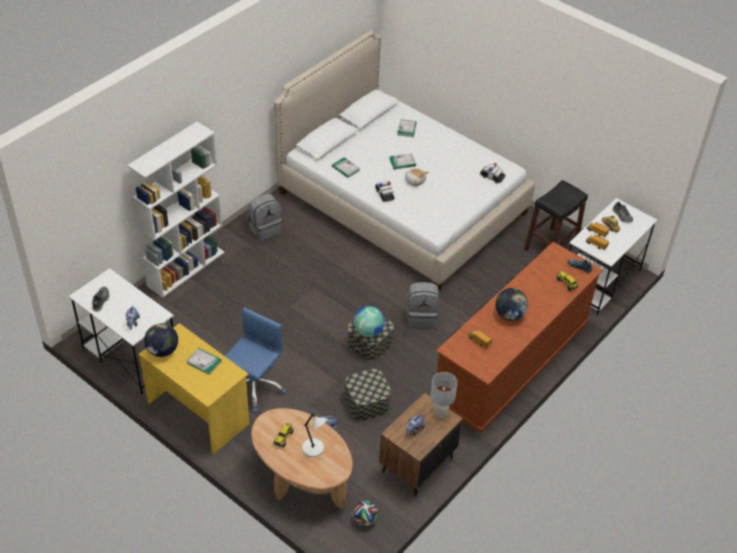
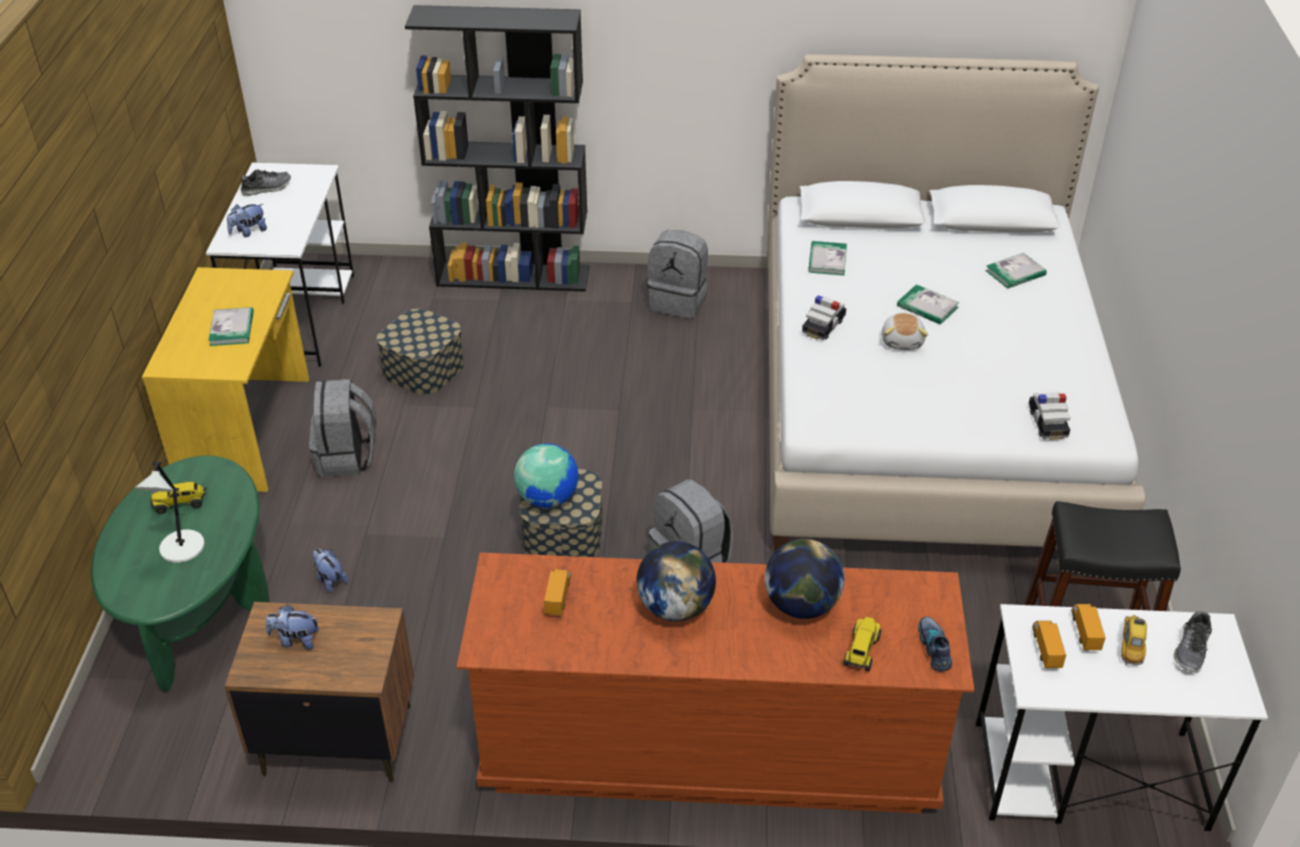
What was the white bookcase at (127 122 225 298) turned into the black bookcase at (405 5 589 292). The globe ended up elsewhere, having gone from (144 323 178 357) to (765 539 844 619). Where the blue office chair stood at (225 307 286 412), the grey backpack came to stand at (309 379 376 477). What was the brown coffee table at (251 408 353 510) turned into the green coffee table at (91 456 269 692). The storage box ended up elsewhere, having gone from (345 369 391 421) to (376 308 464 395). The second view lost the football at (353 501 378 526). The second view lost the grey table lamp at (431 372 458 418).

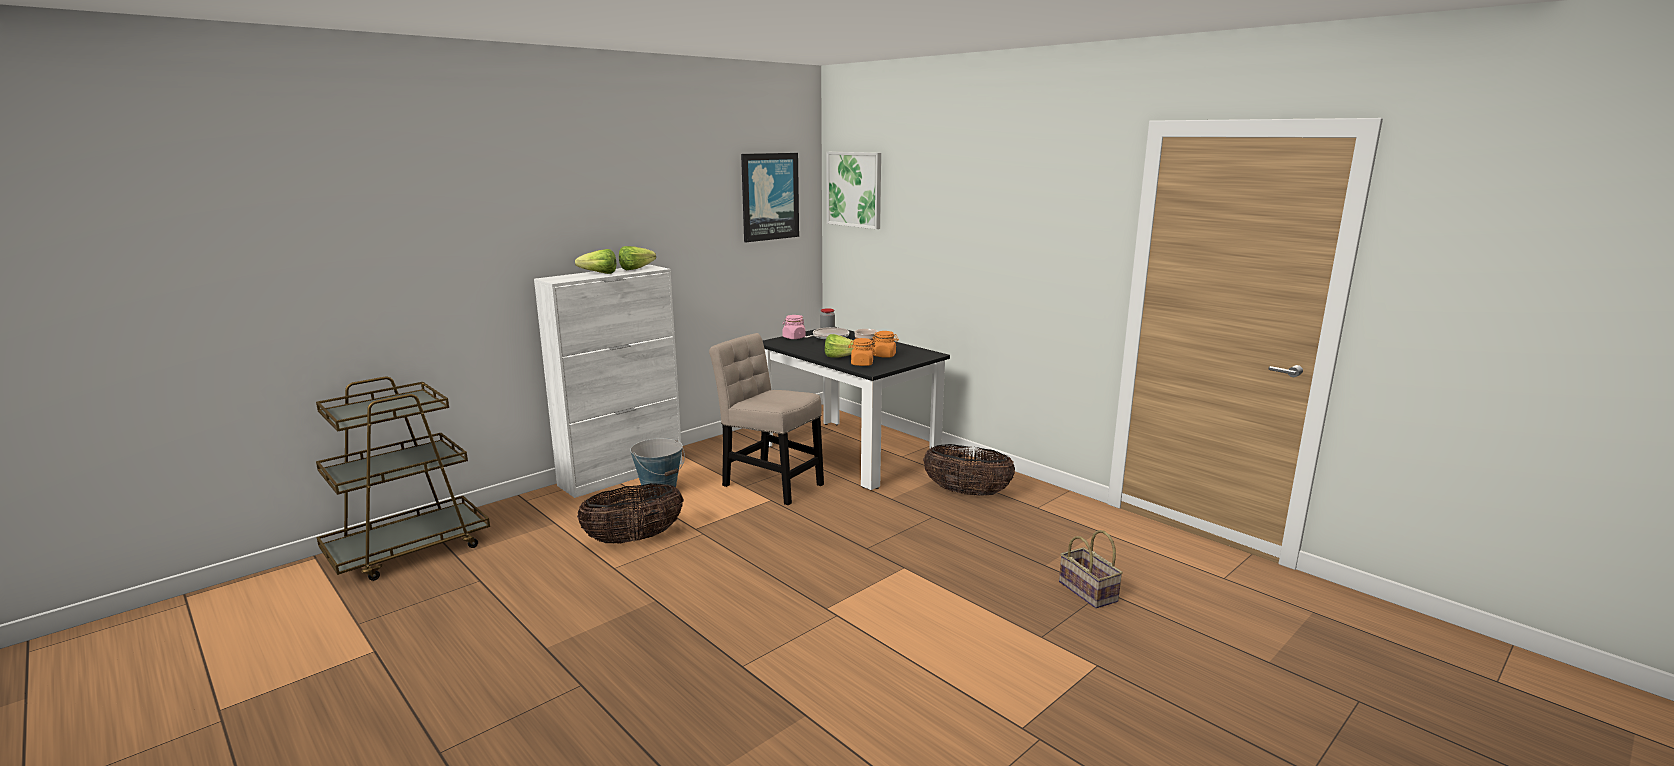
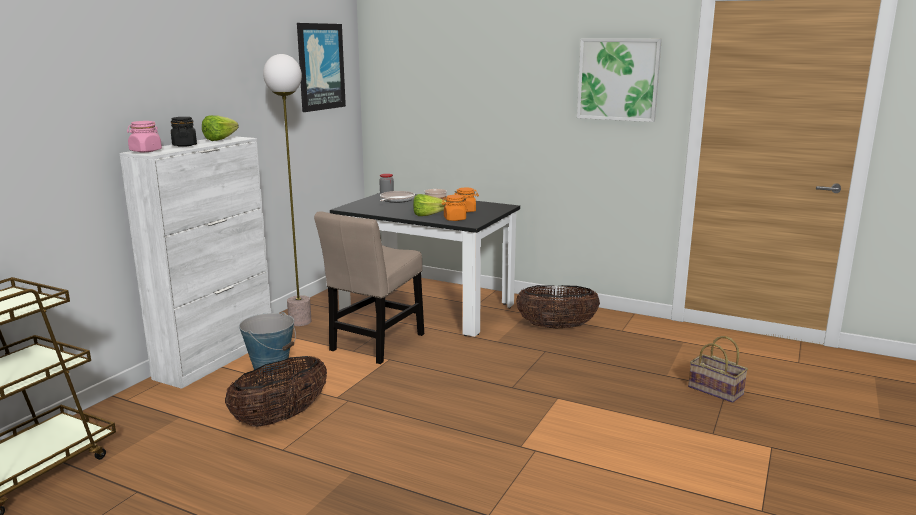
Where the lettuce stood at (575 249 617 274), the black jar came to stand at (171 117 197 147). The beige chair at (709 333 824 505) ended up facing another way, 75 degrees counterclockwise from before. The pink jar ended up elsewhere, having gone from (783 315 806 339) to (127 121 162 152). The picture ended up elsewhere, having gone from (826 152 881 229) to (577 39 662 122). The second view gained the floor lamp at (263 54 312 326).

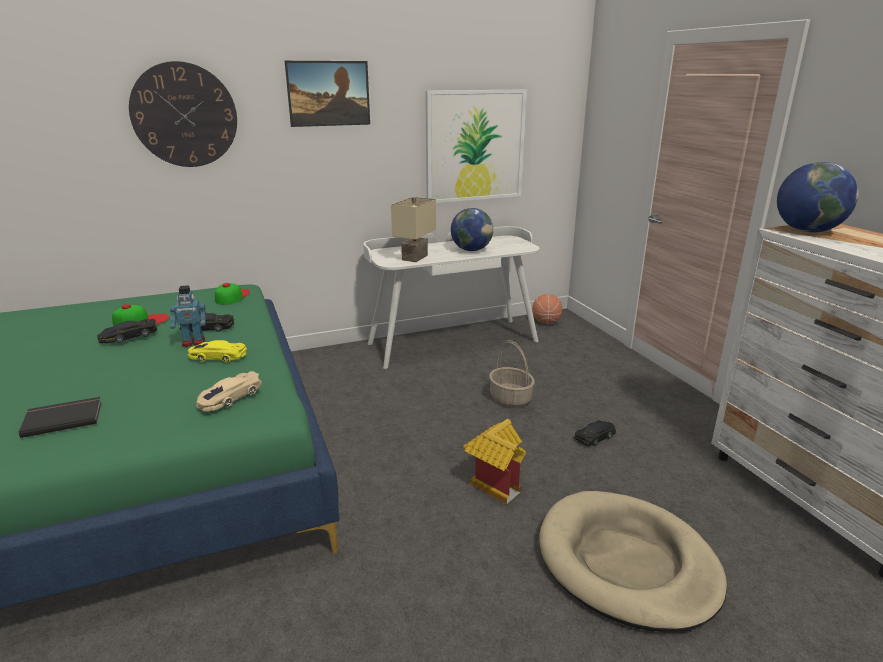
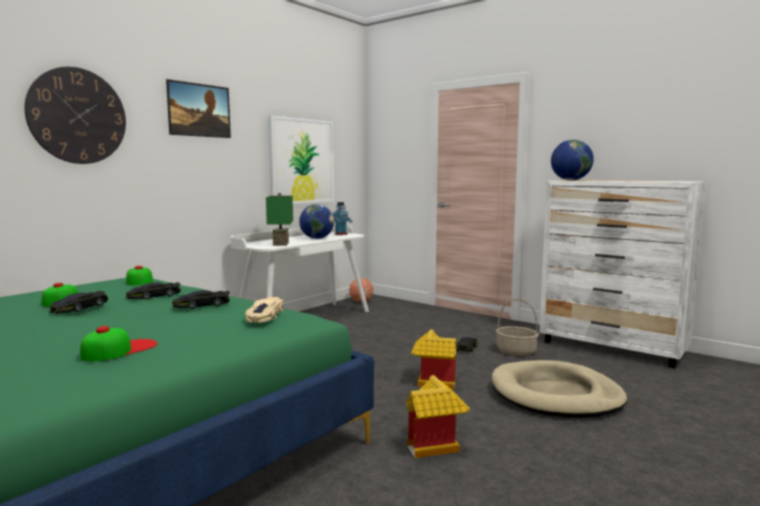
Where the black book stood at (19 397 101 438), the cap came to stand at (80 326 158 361). The toy robot ended up elsewhere, having gone from (170 285 206 347) to (333 202 352 235). What was the yellow toy car at (188 340 247 363) turned into the black toy car at (172 290 230 309). What was the beige table lamp at (391 197 436 262) turned into the green table lamp at (266 193 293 246). The basket ended up elsewhere, having gone from (489 340 534 407) to (496 298 539 356). The second view gained the toy house at (406 375 470 458).

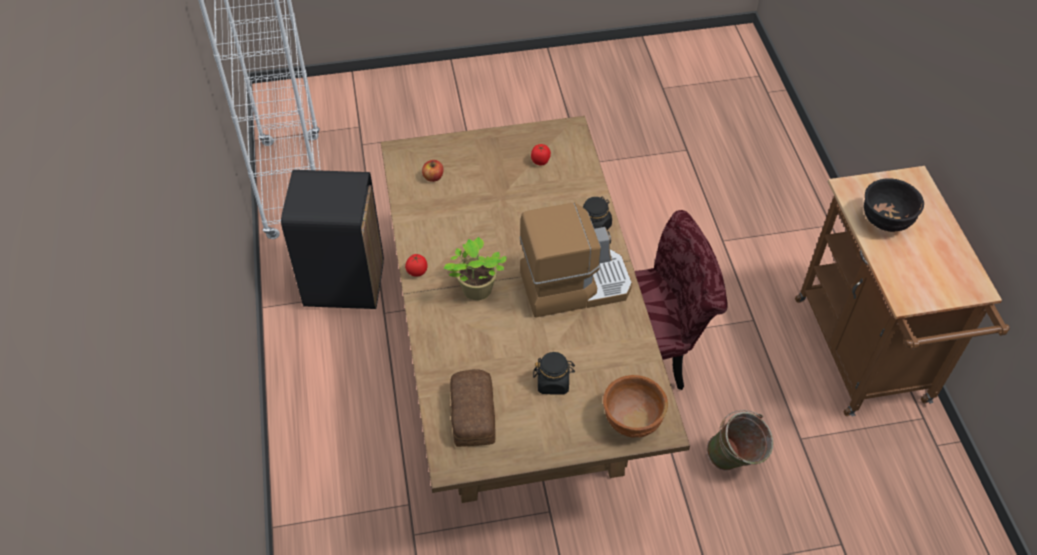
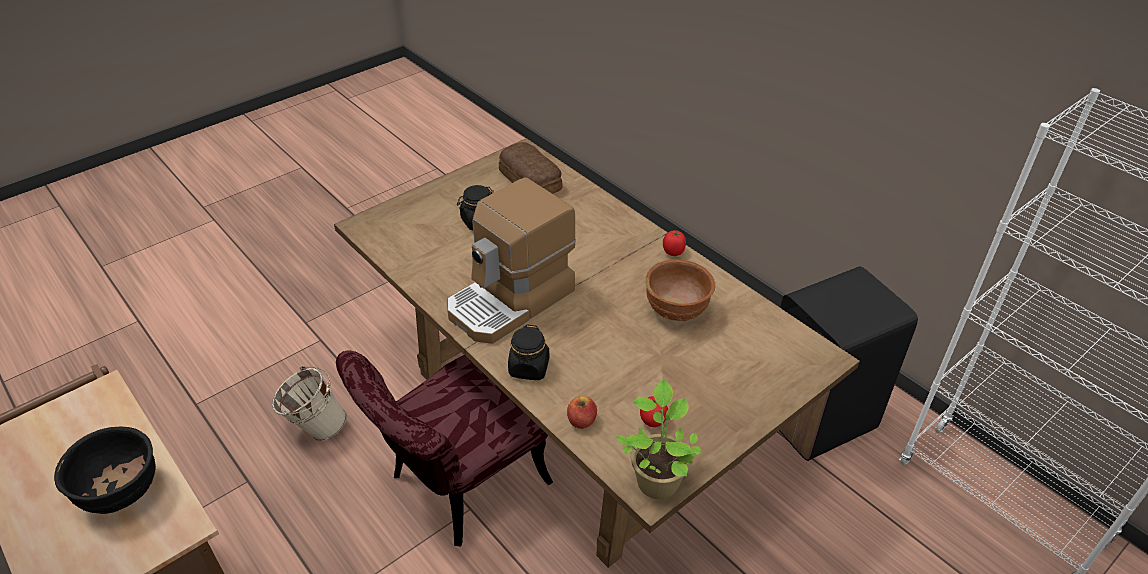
The apple ended up elsewhere, having gone from (422 160 444 182) to (567 396 597 429). The potted plant ended up elsewhere, having gone from (443 237 507 300) to (616 379 702 499). The brown bowl ended up elsewhere, having gone from (603 375 668 438) to (645 260 715 321). What was the green bucket at (707 410 773 470) turned into the beige bucket at (272 366 347 441).

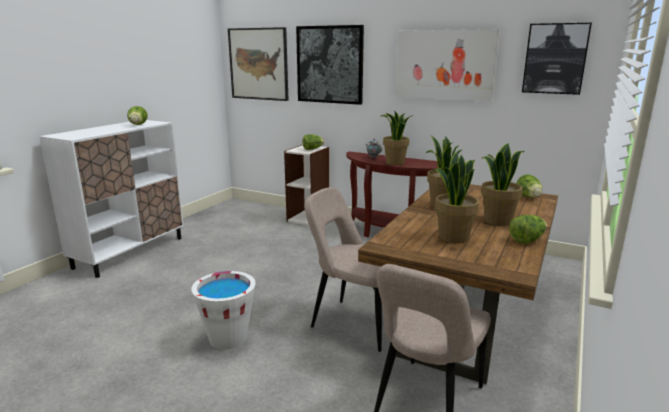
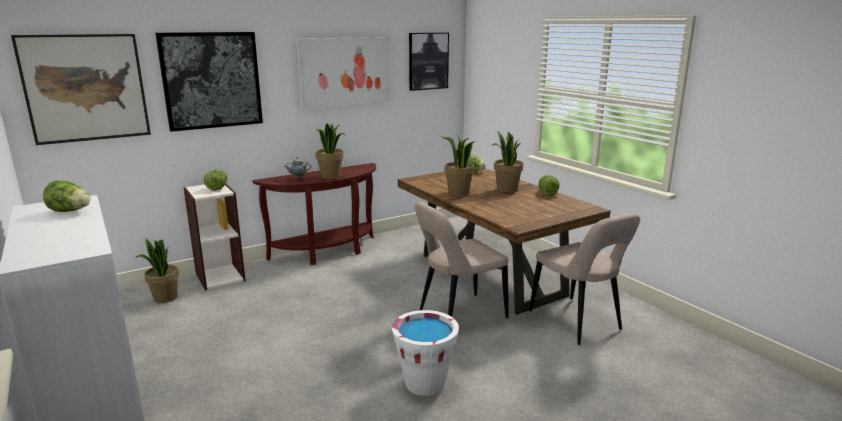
The potted plant ended up elsewhere, having gone from (432 152 479 243) to (136 238 179 303).

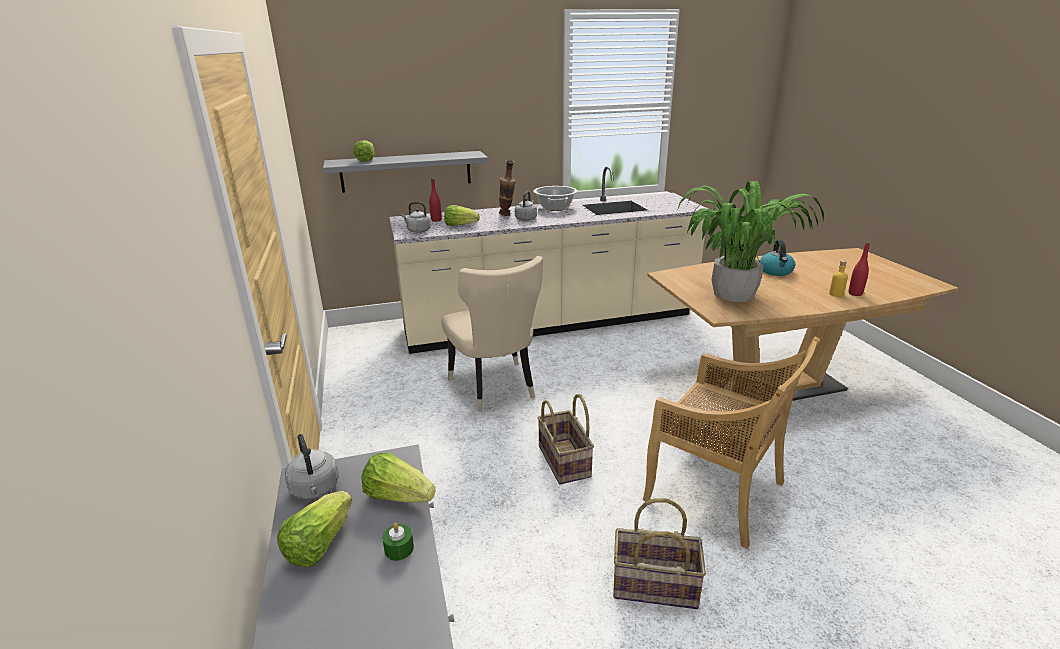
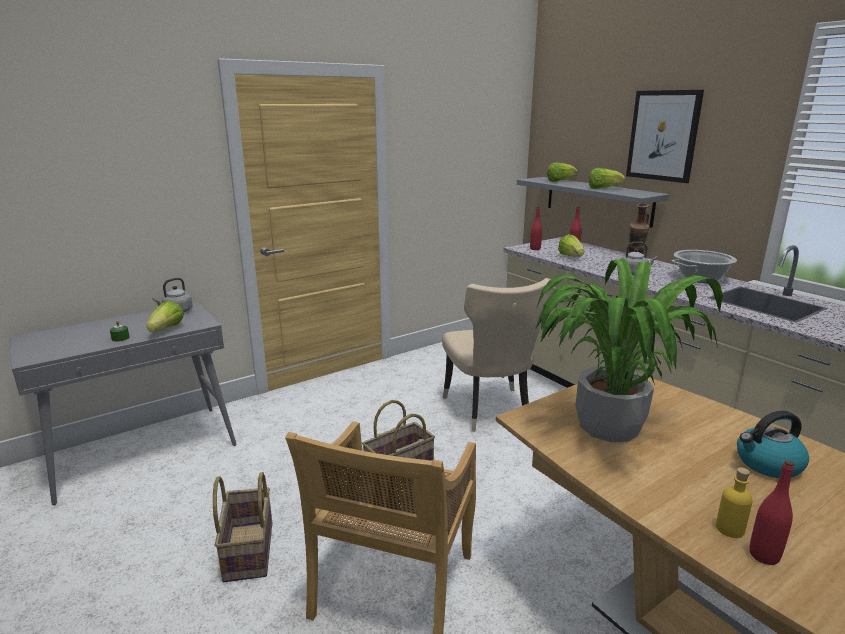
The lettuce ended up elsewhere, having gone from (277 491 352 567) to (589 168 625 189). Where the grey kettle stood at (401 202 431 233), the red bottle came to stand at (530 207 542 250). The beige chair at (442 256 543 412) ended up facing another way, 60 degrees counterclockwise from before. The second view gained the picture at (626 90 704 183).

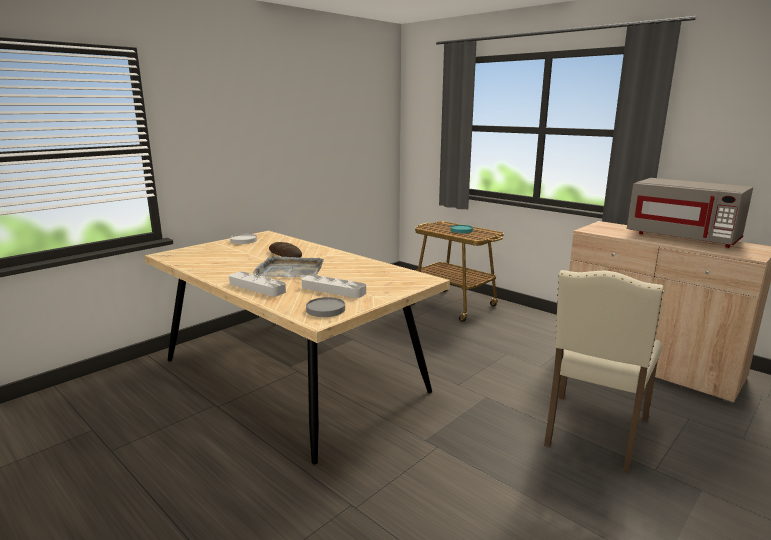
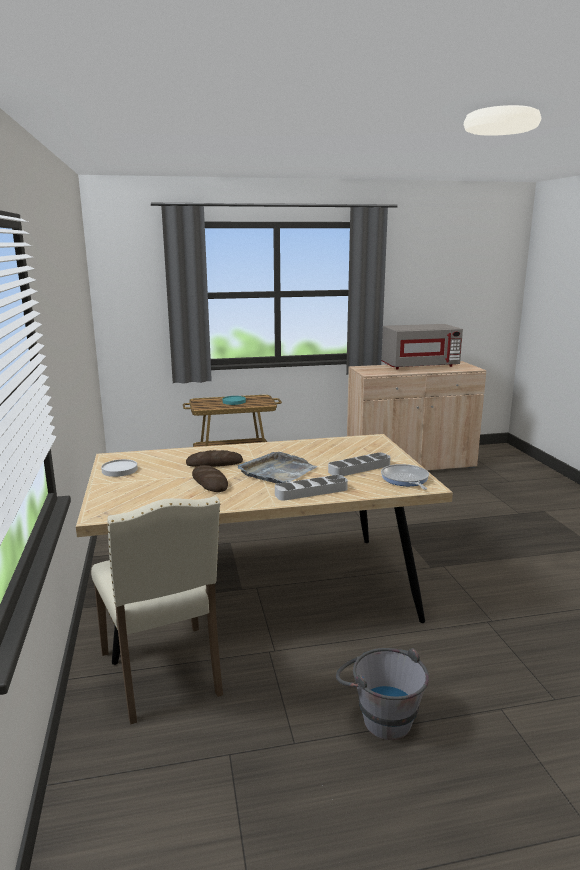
Where the grey plate stood at (306 297 345 317), the frying pan came to stand at (381 464 429 490). The beige chair ended up elsewhere, having gone from (544 270 663 472) to (91 496 223 725). The second view gained the bread at (192 465 228 492). The second view gained the grey bucket at (336 648 429 740).

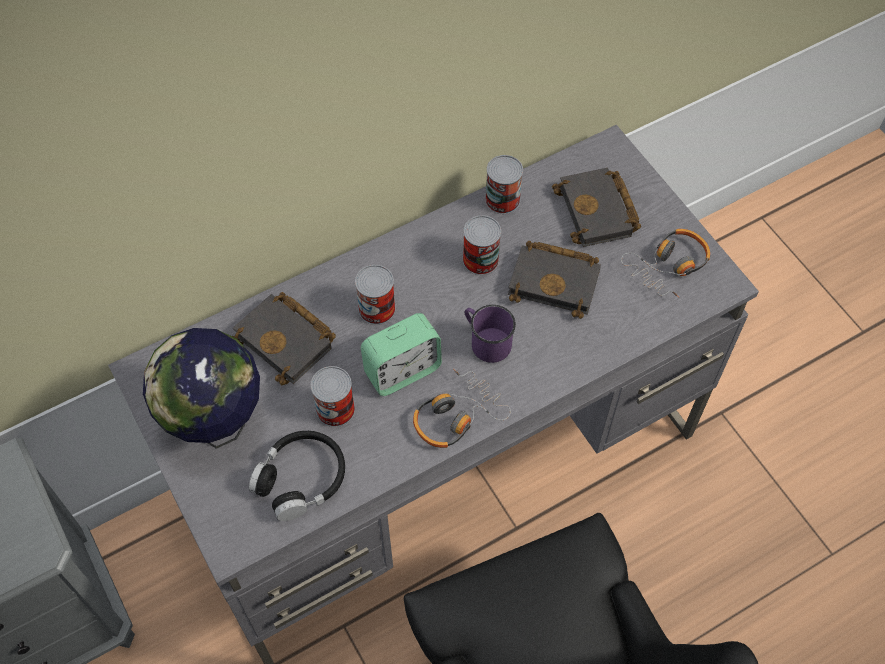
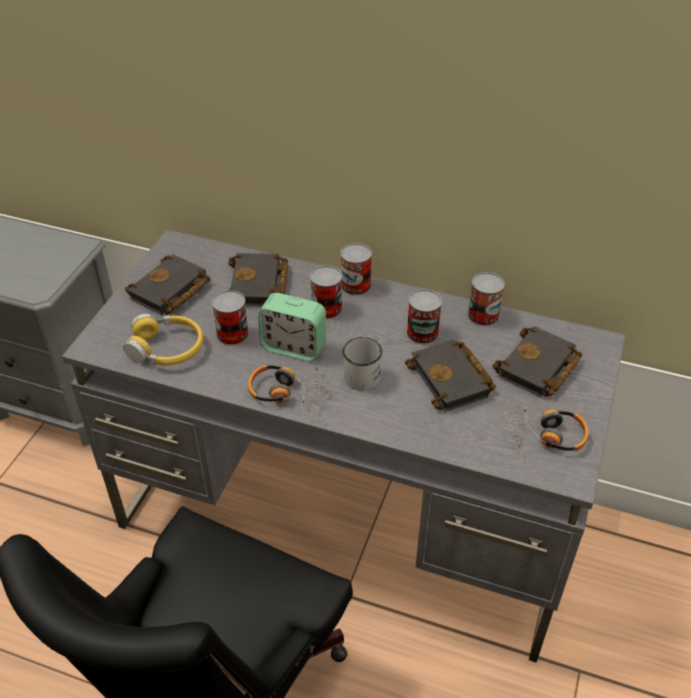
Where the globe stood at (143 328 260 449), the black book came to stand at (125 254 211 315). What was the black headphones at (249 431 345 521) turned into the yellow headphones at (123 314 204 365). What was the purple mug at (465 305 516 363) turned into the white mug at (343 336 382 390). The second view gained the can at (341 243 372 296).

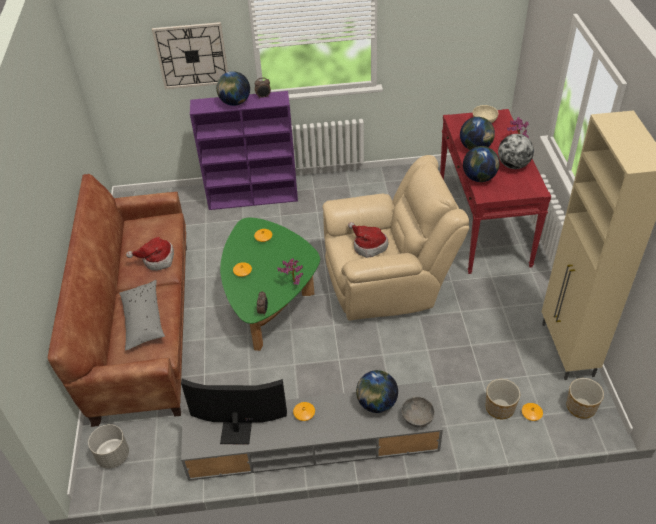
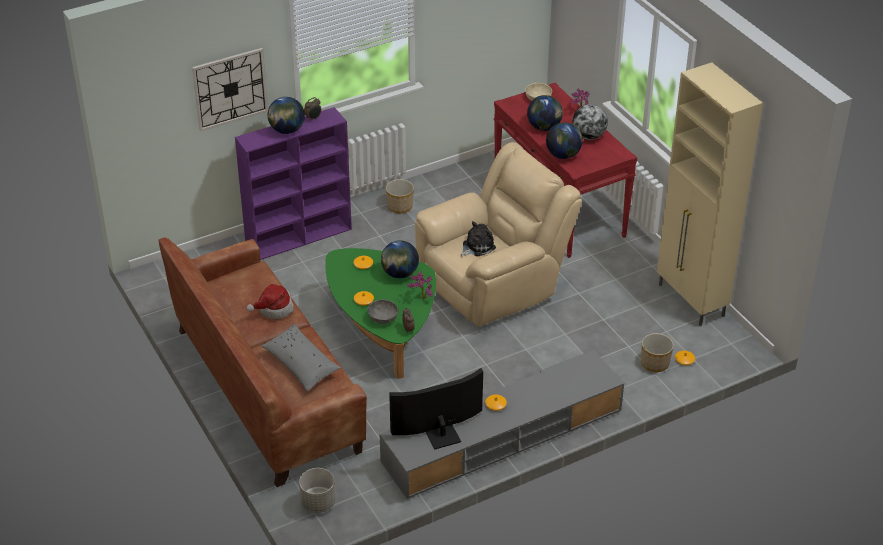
Where the hat stood at (348 222 388 258), the plush toy came to stand at (460 221 496 257). The globe ended up elsewhere, having gone from (356 370 398 413) to (381 240 419 278). The grey bowl ended up elsewhere, having gone from (401 397 435 427) to (368 299 398 324). The planter ended up elsewhere, having gone from (567 378 604 419) to (386 179 414 213).

